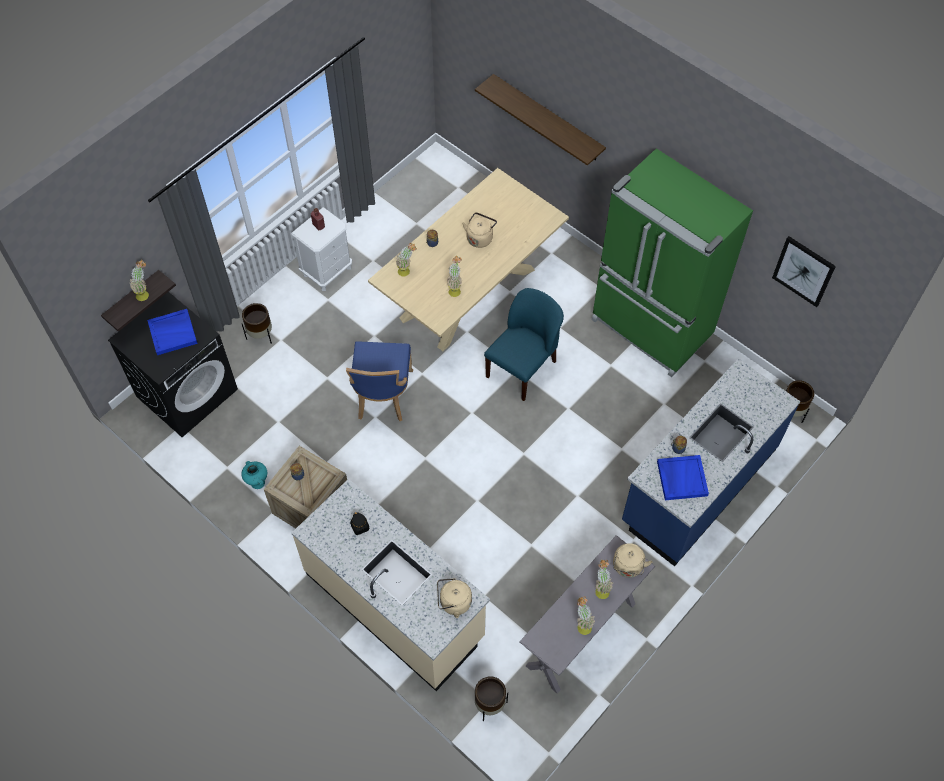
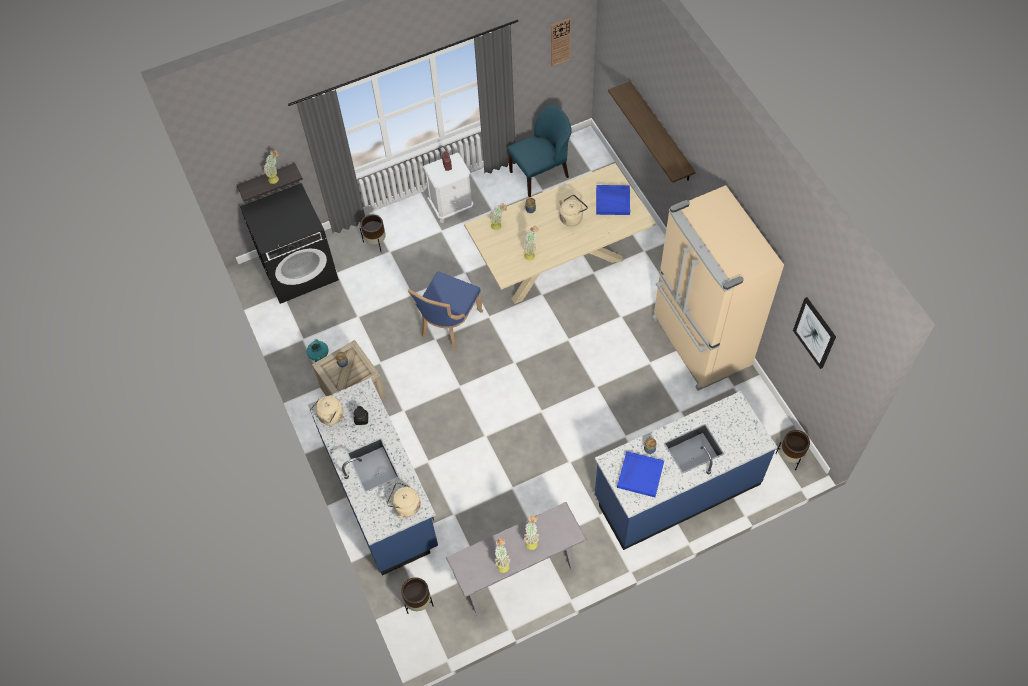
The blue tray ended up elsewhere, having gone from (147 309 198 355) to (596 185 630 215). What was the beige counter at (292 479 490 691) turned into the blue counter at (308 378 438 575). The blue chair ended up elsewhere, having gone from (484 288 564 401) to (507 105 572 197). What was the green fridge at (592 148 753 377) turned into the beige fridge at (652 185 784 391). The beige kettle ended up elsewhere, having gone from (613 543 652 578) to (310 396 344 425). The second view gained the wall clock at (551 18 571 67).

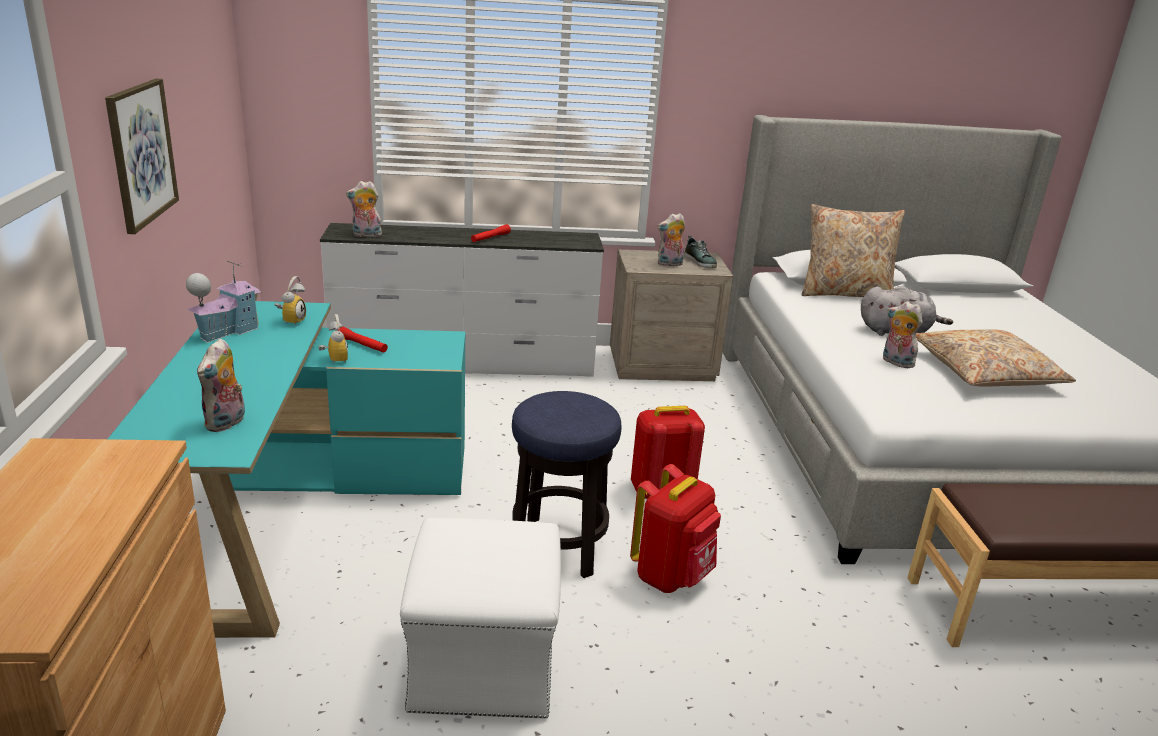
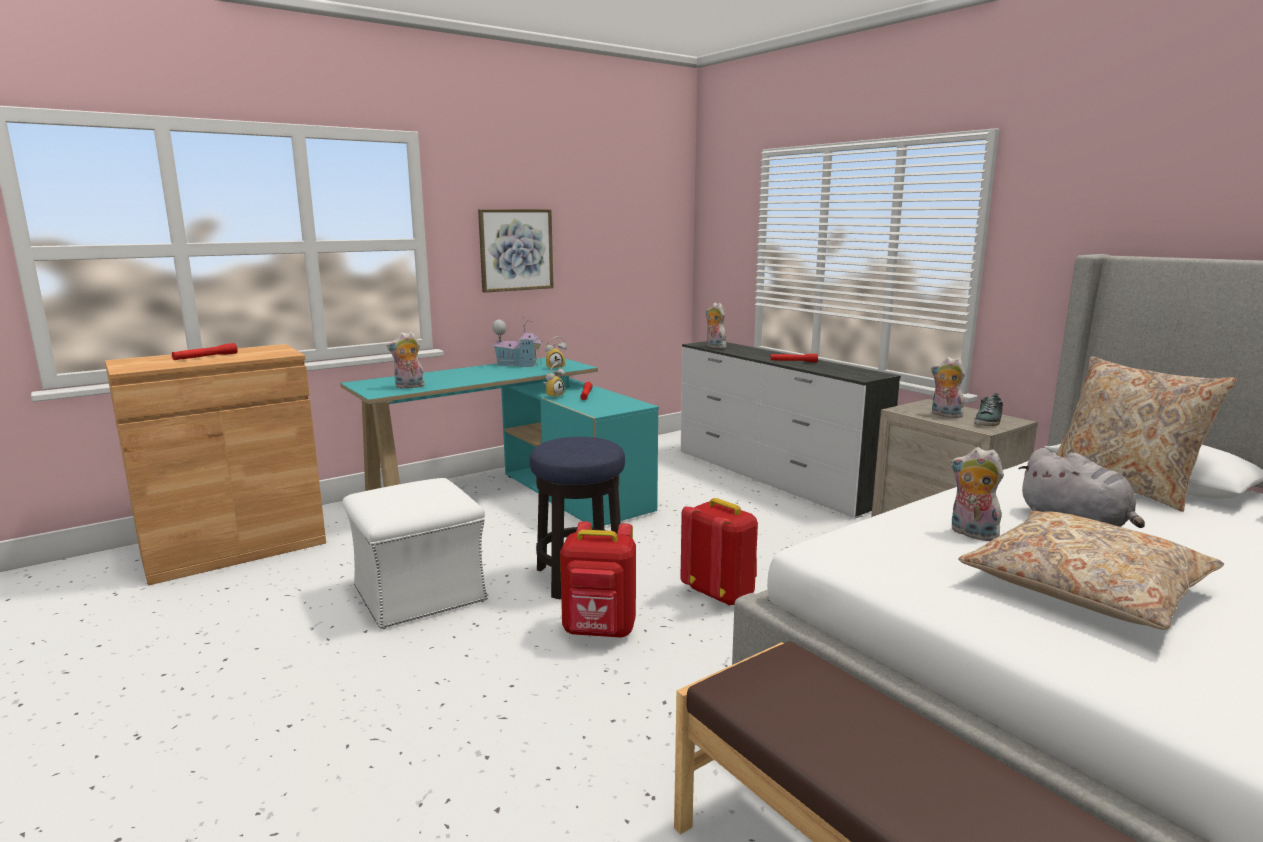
The plush toy at (883 301 923 368) ended up facing another way, 60 degrees counterclockwise from before. The second view gained the red flashlight at (172 343 238 360).

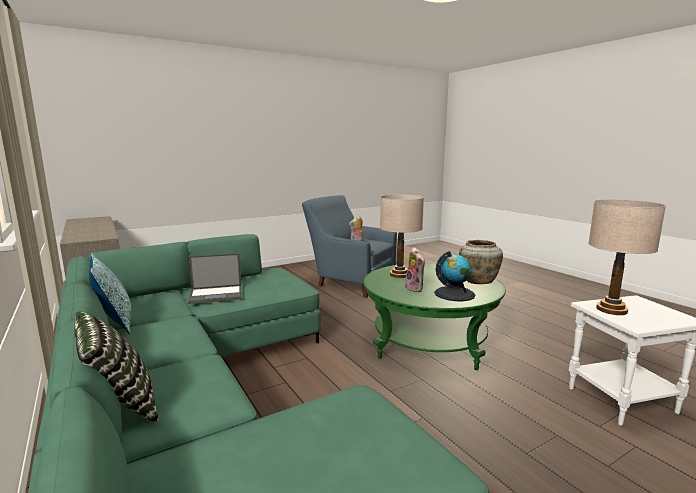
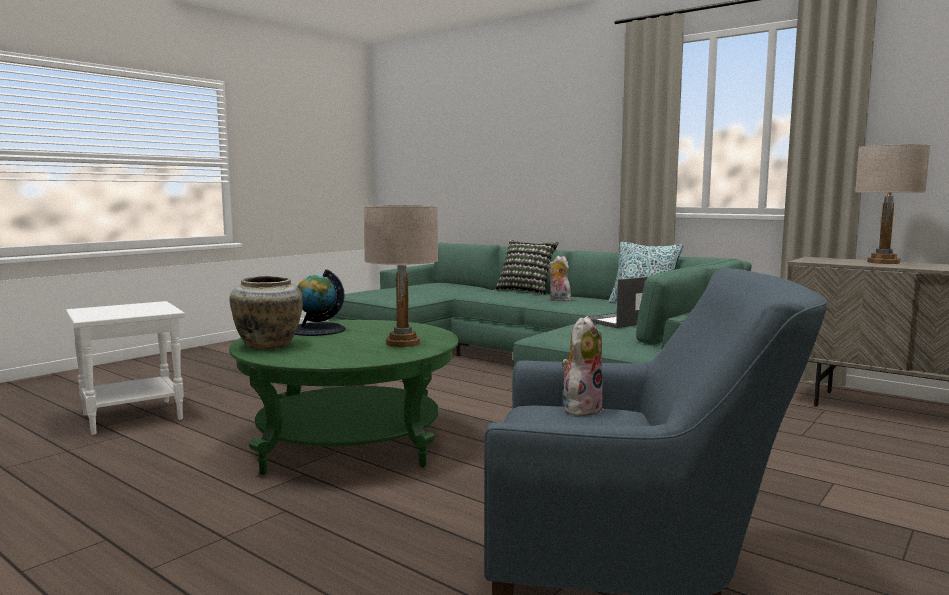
The plush toy ended up elsewhere, having gone from (405 247 425 292) to (548 256 571 302). The beige table lamp ended up elsewhere, having gone from (588 199 666 315) to (855 144 930 264).

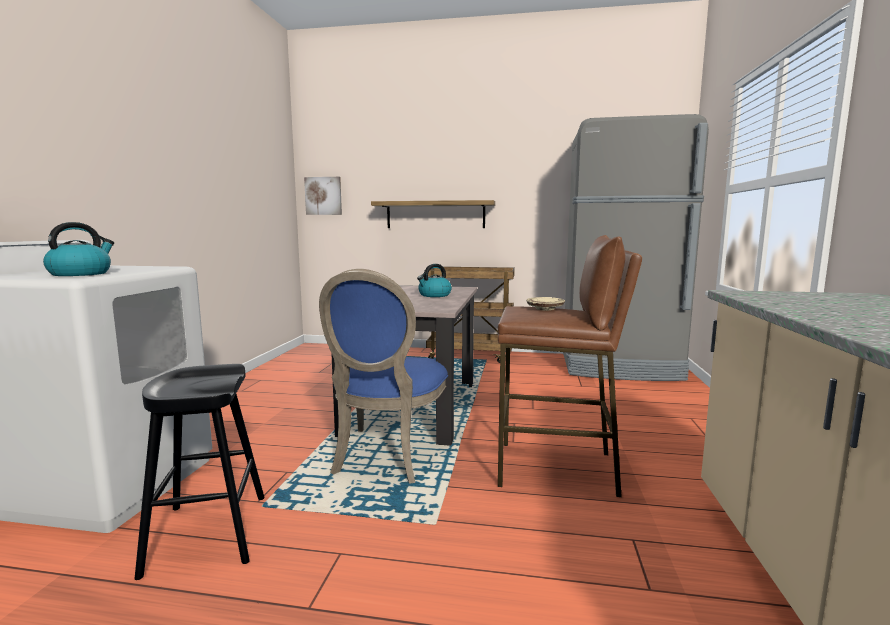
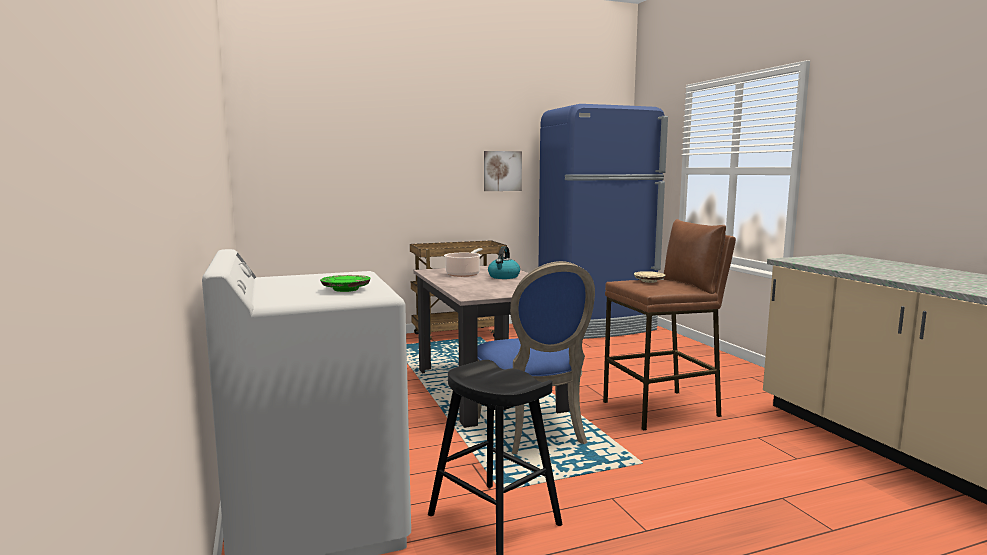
Where the kettle stood at (43 222 114 276), the green plate came to stand at (320 275 371 292). The picture ended up elsewhere, having gone from (304 177 342 215) to (484 151 522 191). The second view lost the shelf at (371 200 495 228). What was the grey fridge at (563 114 709 381) turned into the blue fridge at (538 104 668 339). The second view gained the cooking pot at (444 248 482 277).

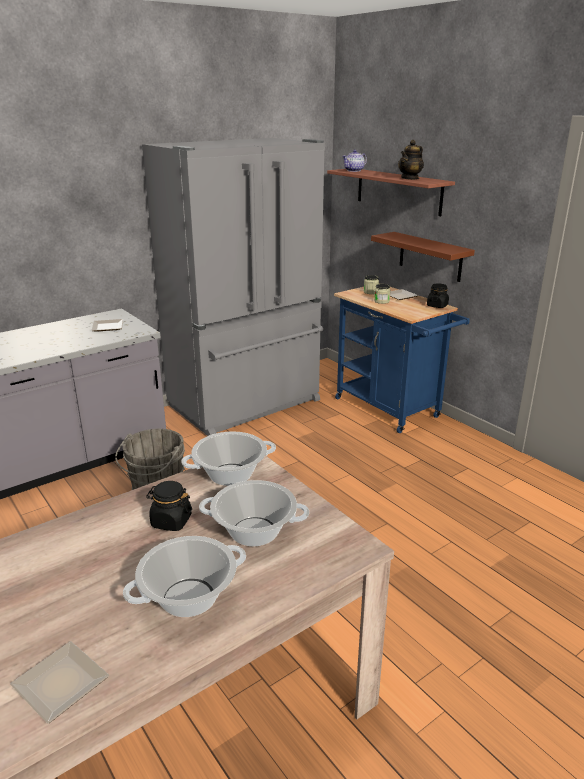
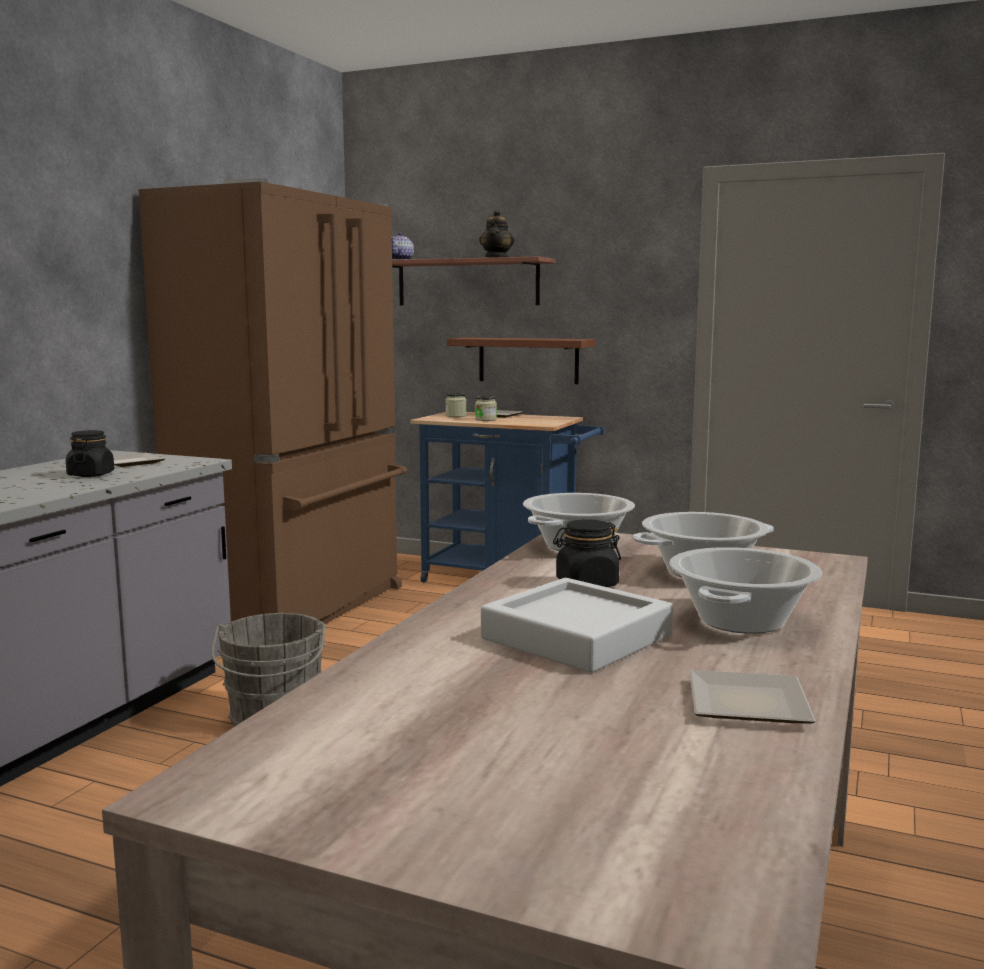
What was the grey fridge at (142 138 325 436) turned into the brown fridge at (138 178 407 624). The black jar ended up elsewhere, having gone from (427 283 449 308) to (66 430 114 477). The second view gained the grey tray at (481 578 673 673).

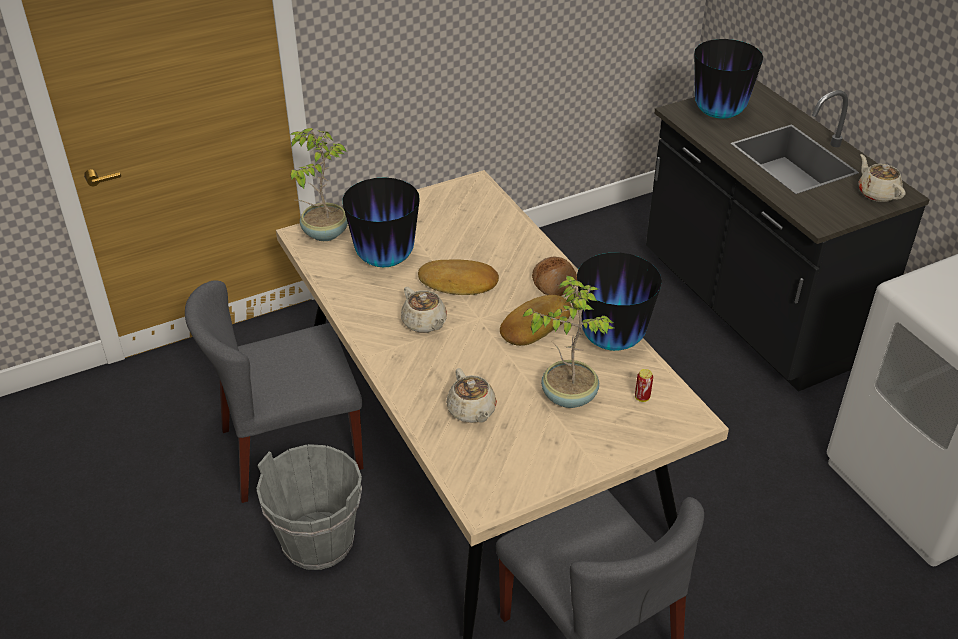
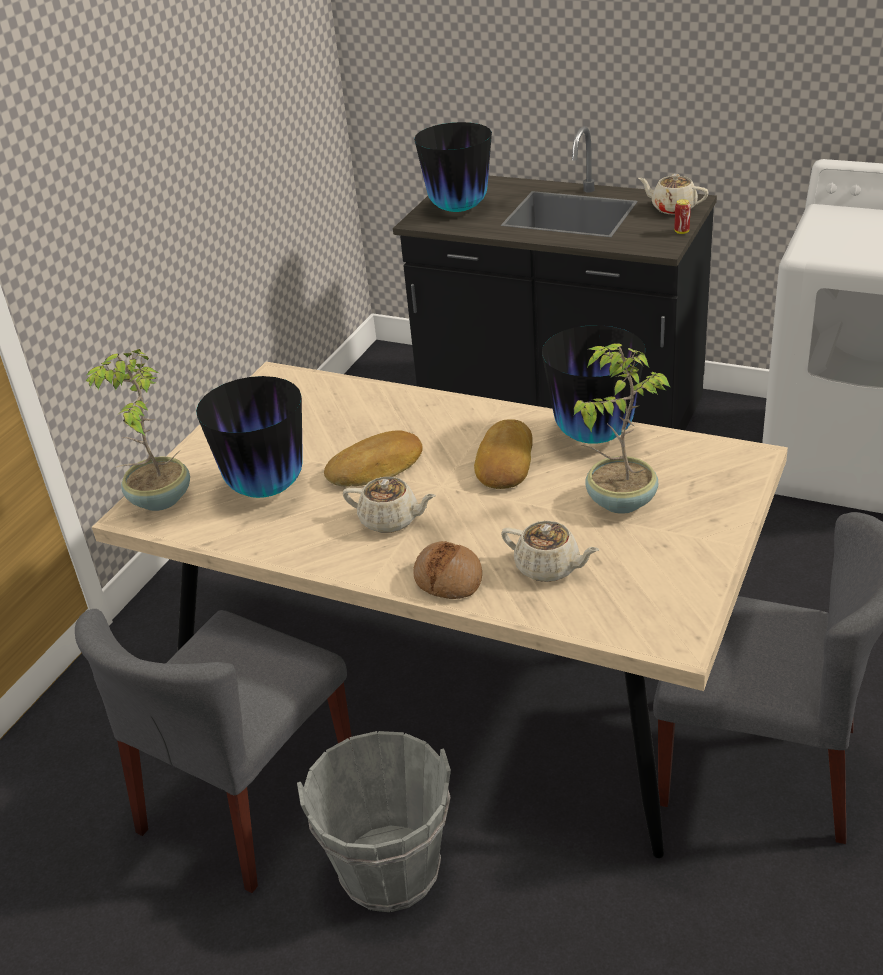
The bread ended up elsewhere, having gone from (532 256 577 296) to (413 541 482 599). The can ended up elsewhere, having gone from (635 369 653 402) to (675 199 691 234).

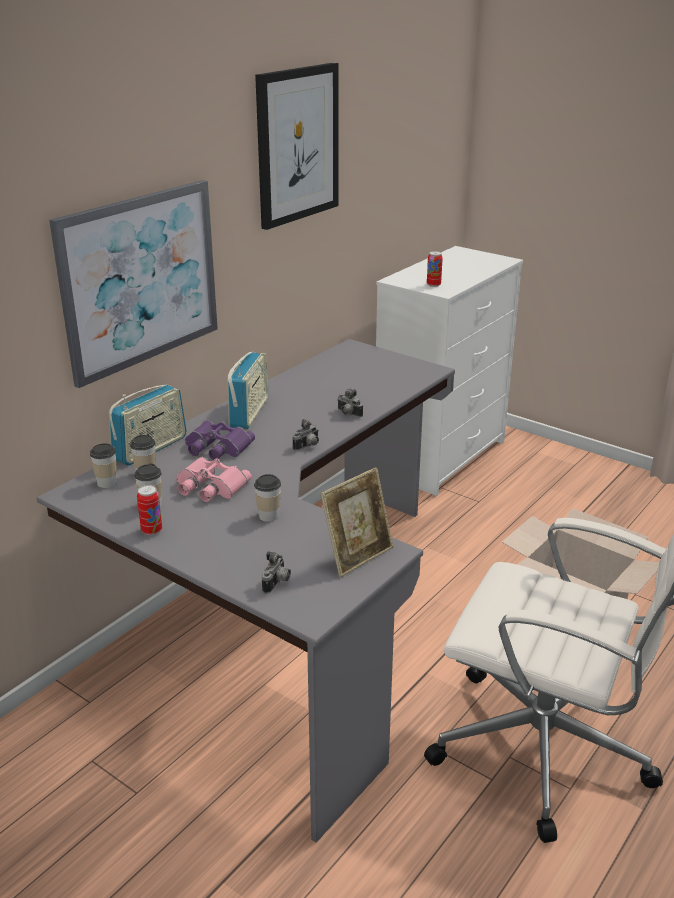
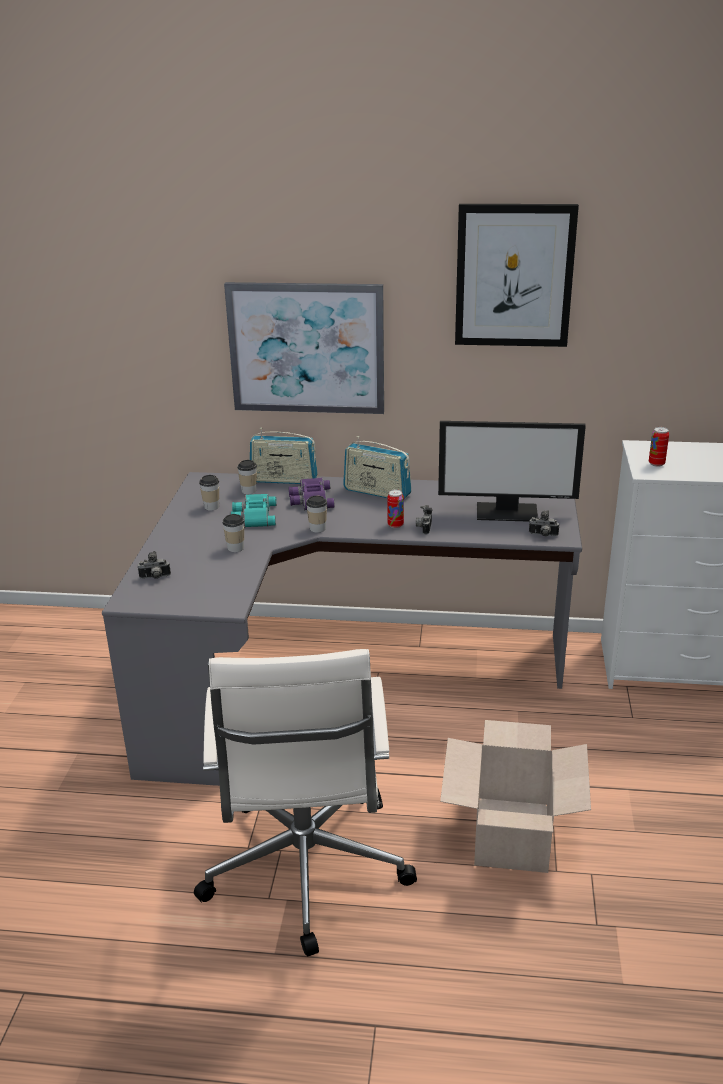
The cup ended up elsewhere, having gone from (90 443 117 488) to (306 496 327 533). The can ended up elsewhere, having gone from (137 485 162 535) to (387 490 404 528). What was the pink binoculars at (176 457 252 502) turned into the turquoise binoculars at (231 494 277 527). The radio at (227 352 269 429) ended up facing another way, 45 degrees clockwise from before. The photo camera ended up elsewhere, having gone from (293 419 319 451) to (529 510 559 536). The second view lost the picture frame at (320 467 393 577). The second view gained the monitor at (438 421 586 522).

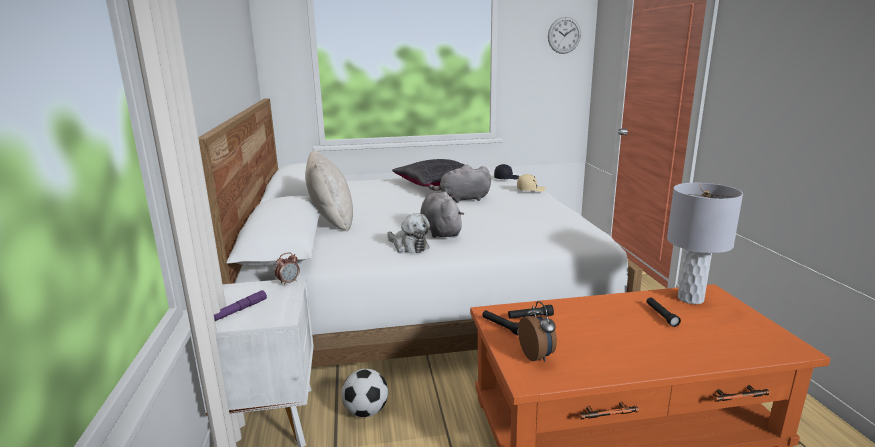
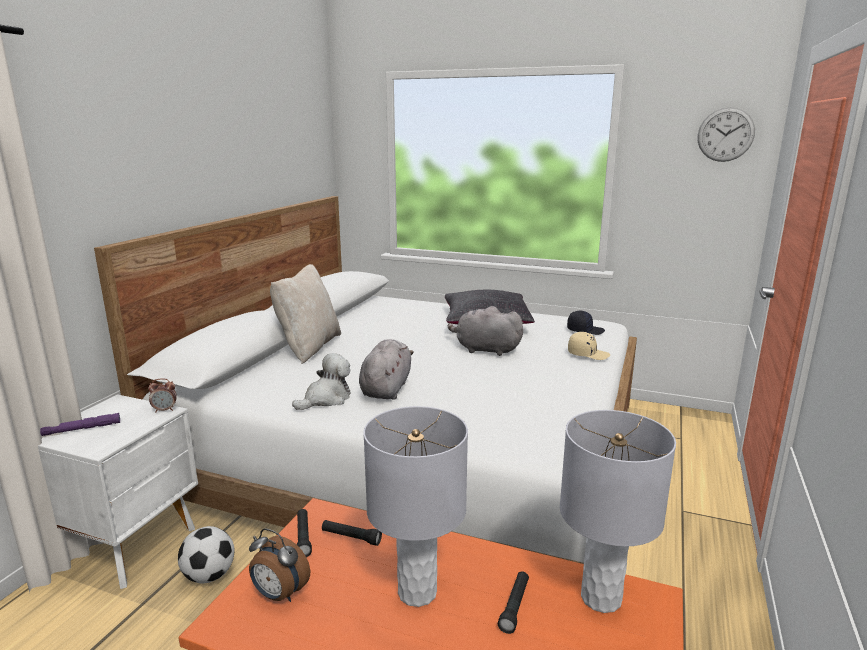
The plush toy at (387 213 430 254) ended up facing another way, 120 degrees counterclockwise from before. The alarm clock at (518 301 557 362) ended up facing another way, 105 degrees clockwise from before. The second view gained the grey table lamp at (363 406 468 607).

